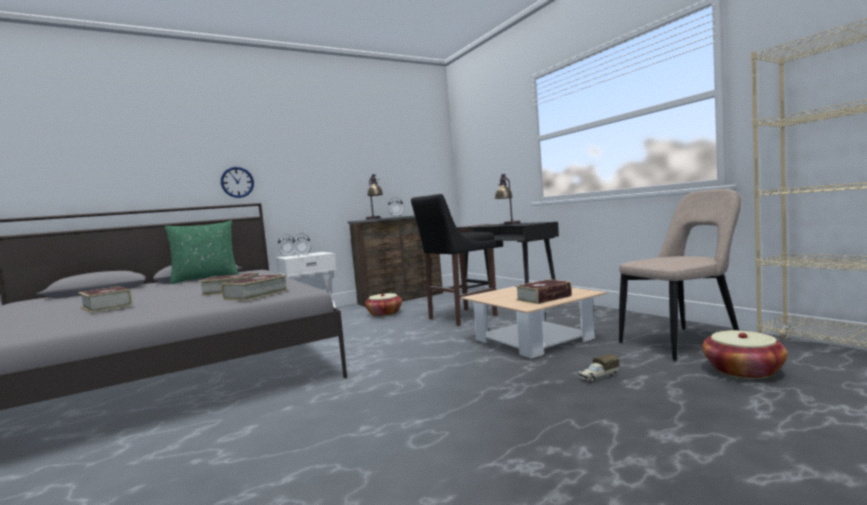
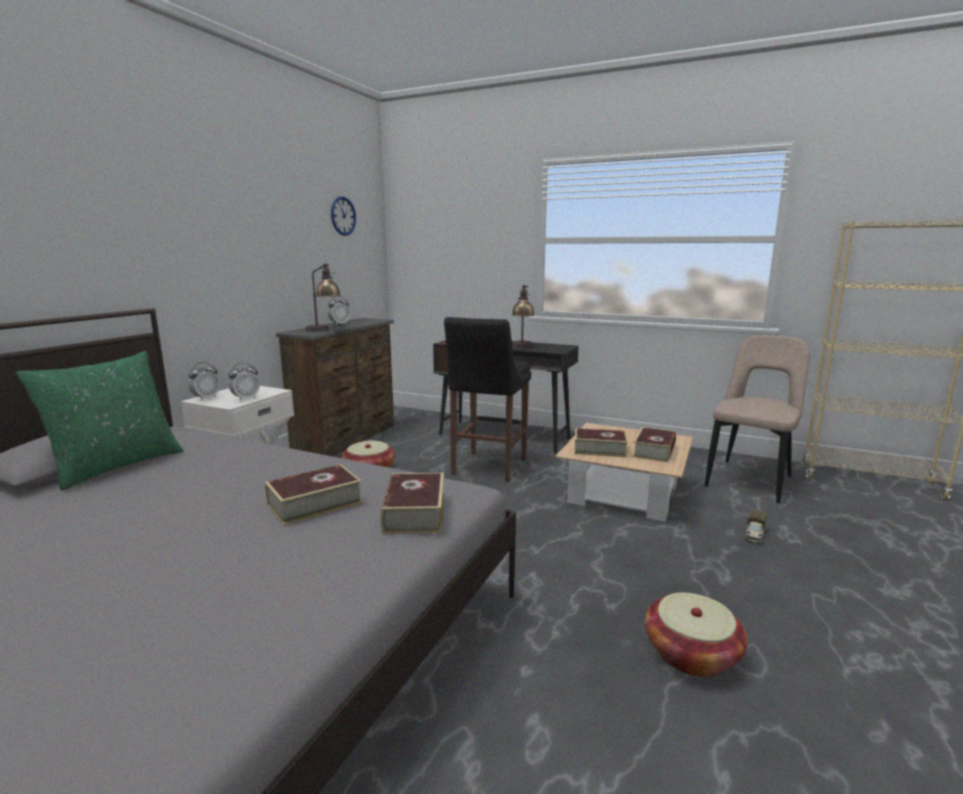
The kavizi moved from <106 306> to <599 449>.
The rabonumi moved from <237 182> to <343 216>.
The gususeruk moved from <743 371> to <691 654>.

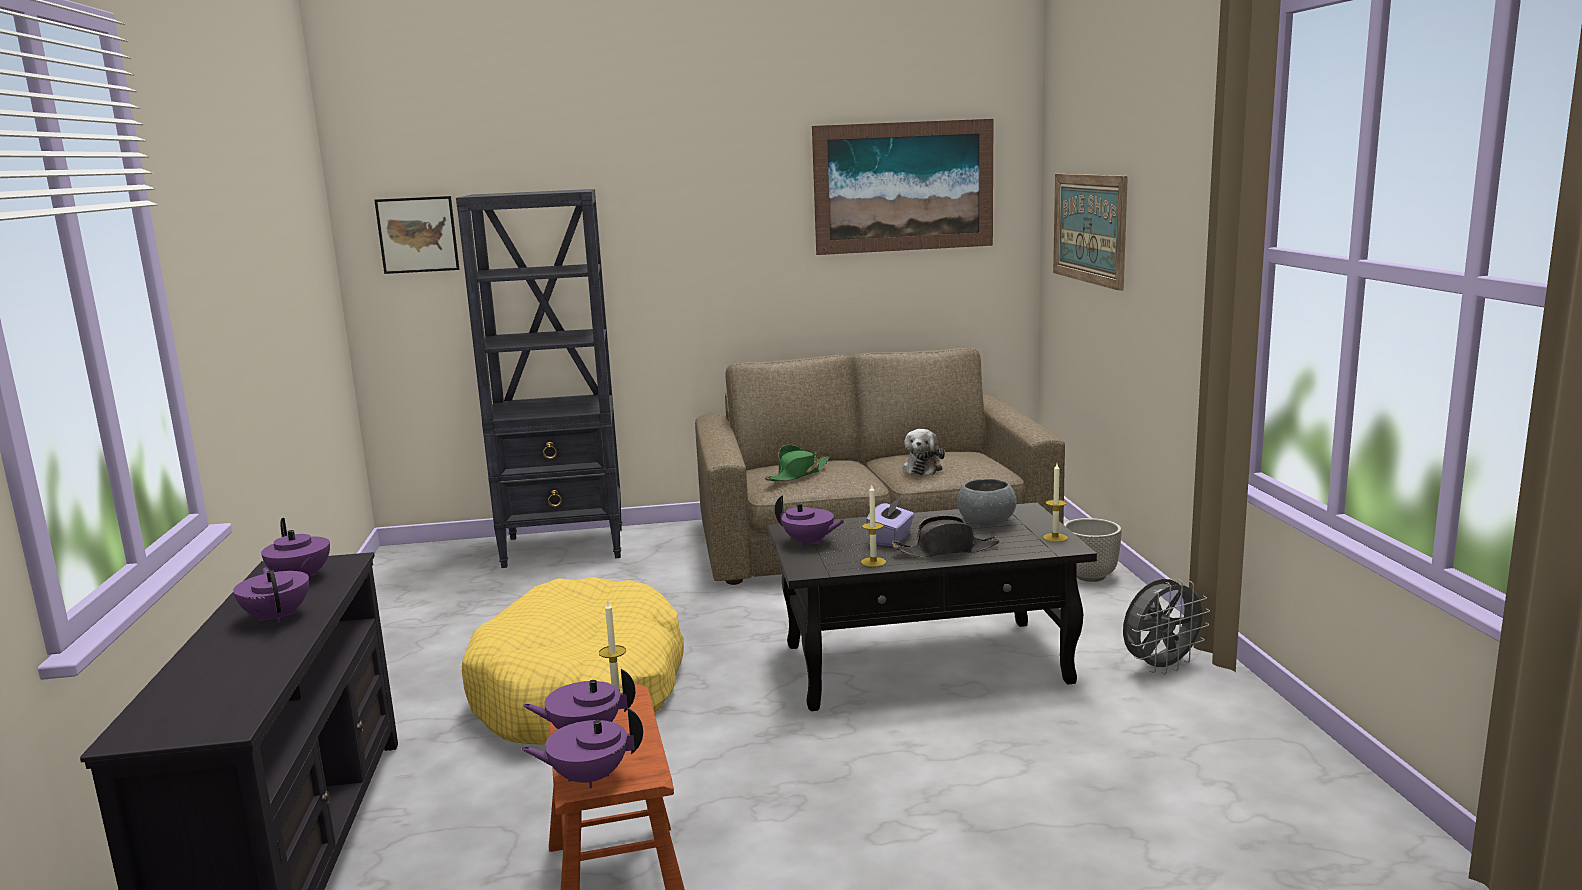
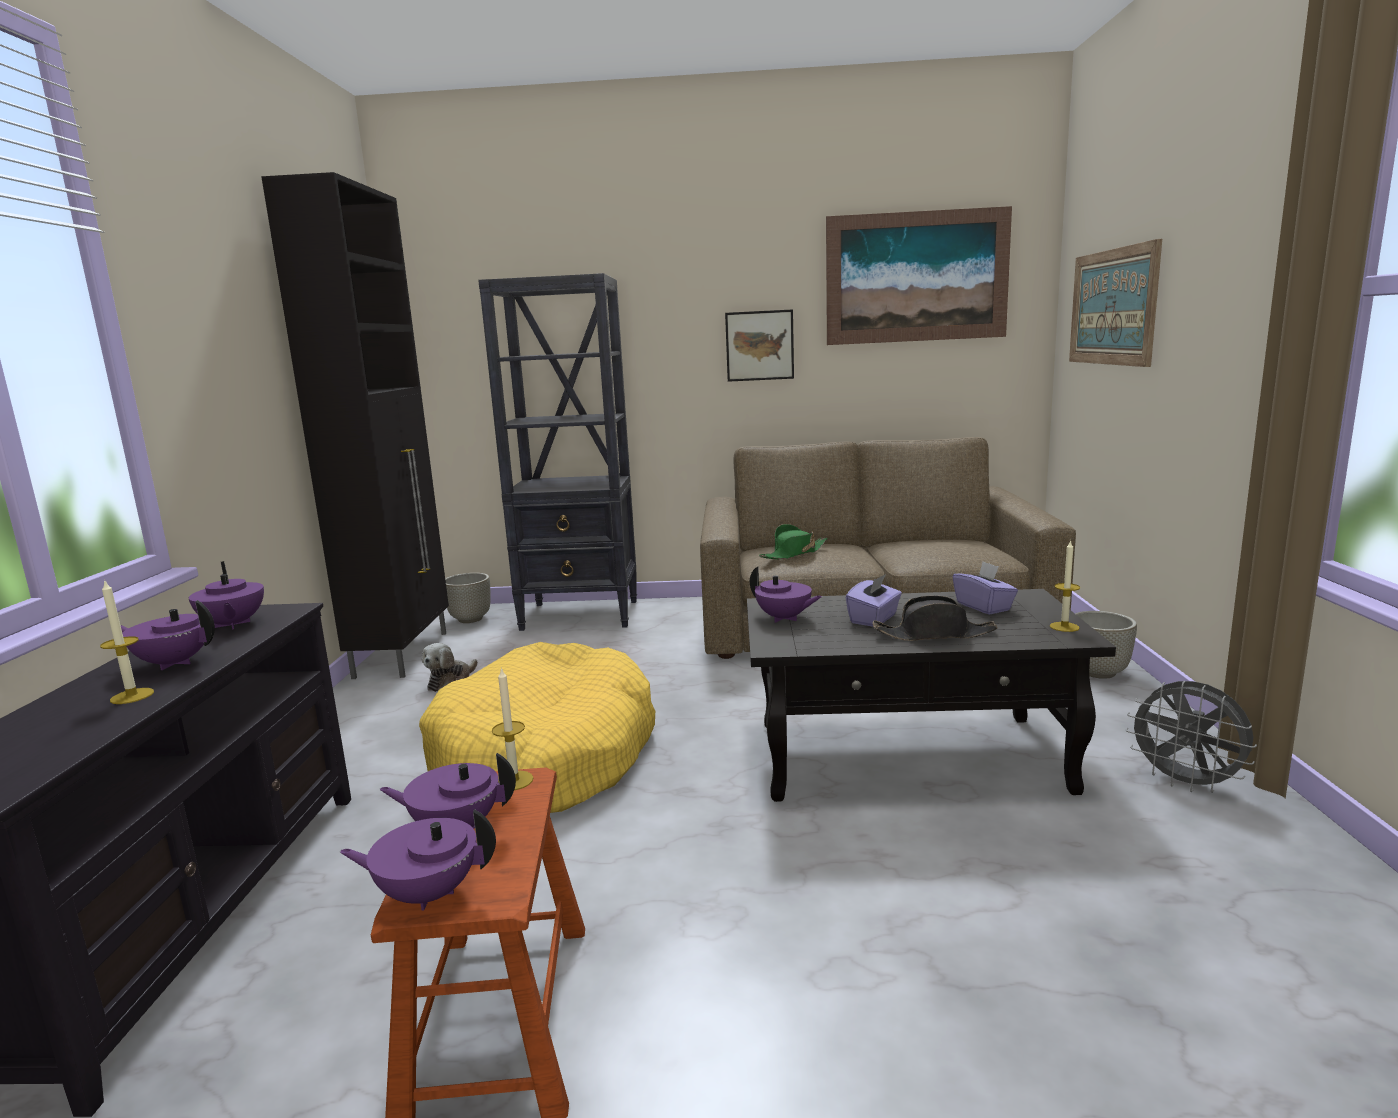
The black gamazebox at <403 654> appeared.
The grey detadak at <471 619> appeared.
The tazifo moved from <417 234> to <759 345>.
The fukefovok moved from <873 562> to <132 696>.
The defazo moved from <923 468> to <451 682>.
The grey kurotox at <986 522> was replaced by the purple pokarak at <984 607>.
The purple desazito at <277 616> turned 60 degrees counterclockwise.
The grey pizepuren at <1160 667> turned 60 degrees clockwise.

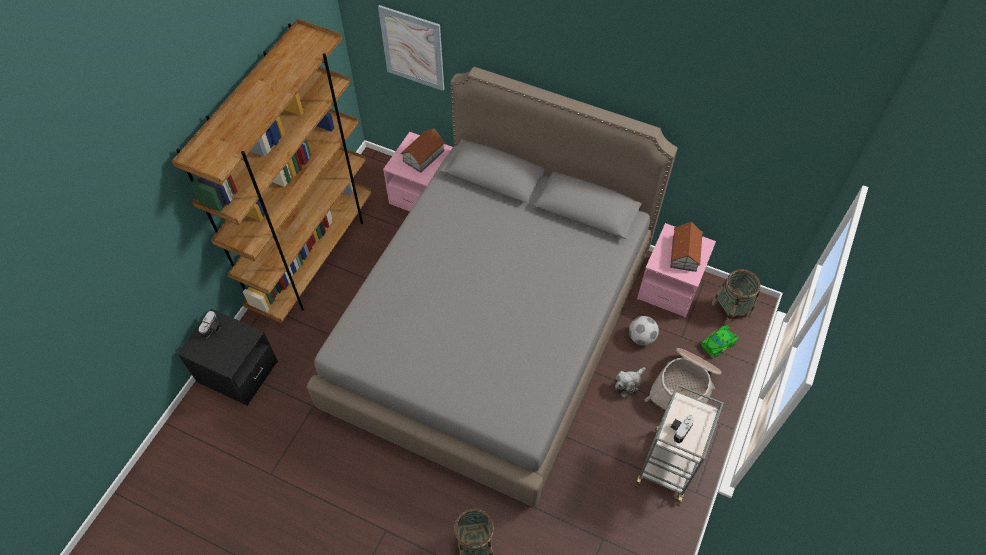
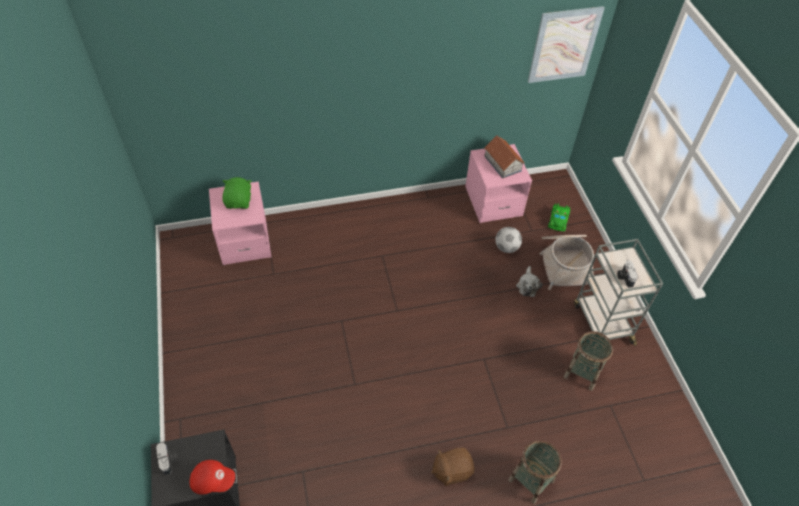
The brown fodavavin at <314 256> disappeared.
The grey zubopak at <493 329> disappeared.
The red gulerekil at <213 480> appeared.
The brown defazo at <452 470> appeared.
The tazifo moved from <412 48> to <564 45>.
The gususeruk moved from <731 309> to <582 372>.
The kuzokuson at <423 156> was replaced by the green defazo at <239 201>.

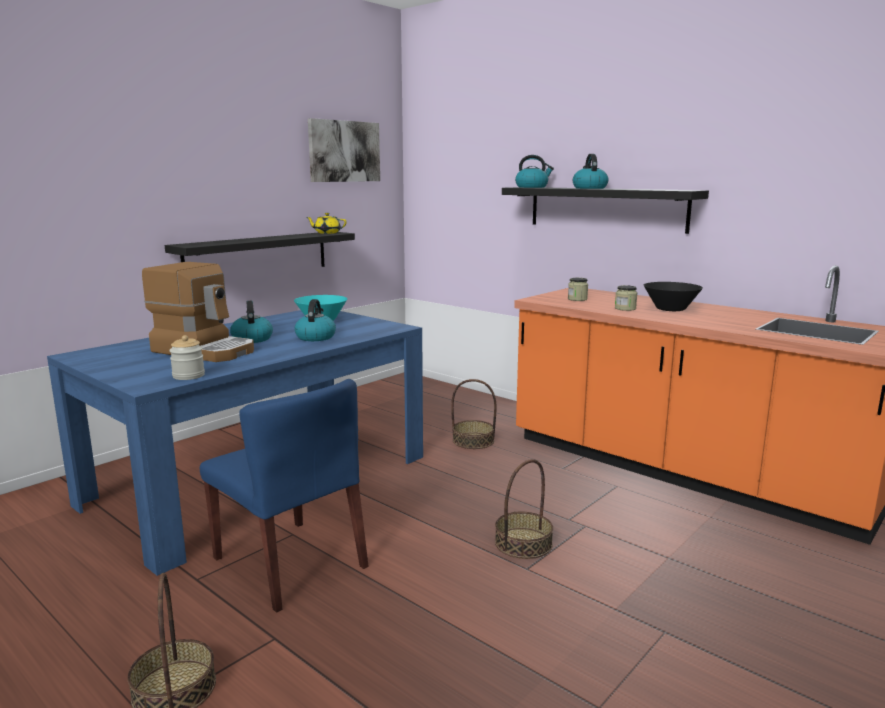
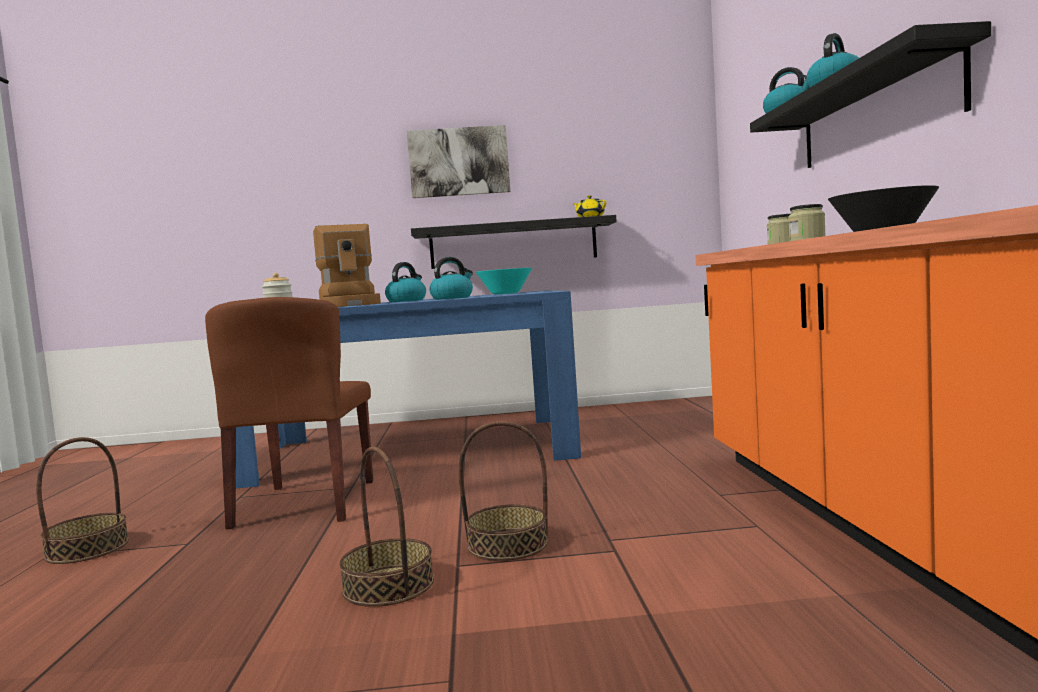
The tazifo moved from <344 151> to <459 162>.
The gususeruk moved from <473 441> to <389 585>.
The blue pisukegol at <290 563> became the brown pisukegol at <306 503>.

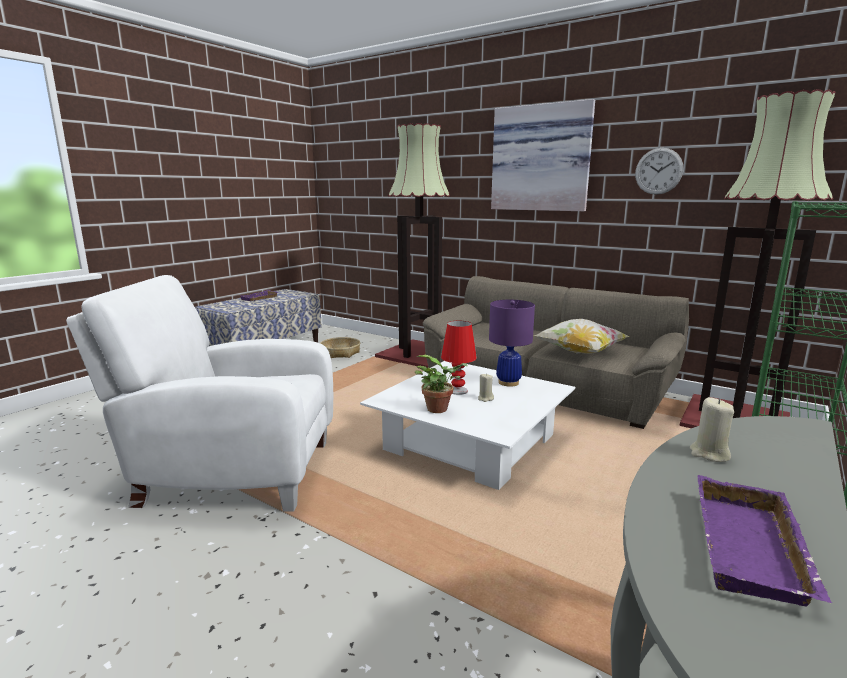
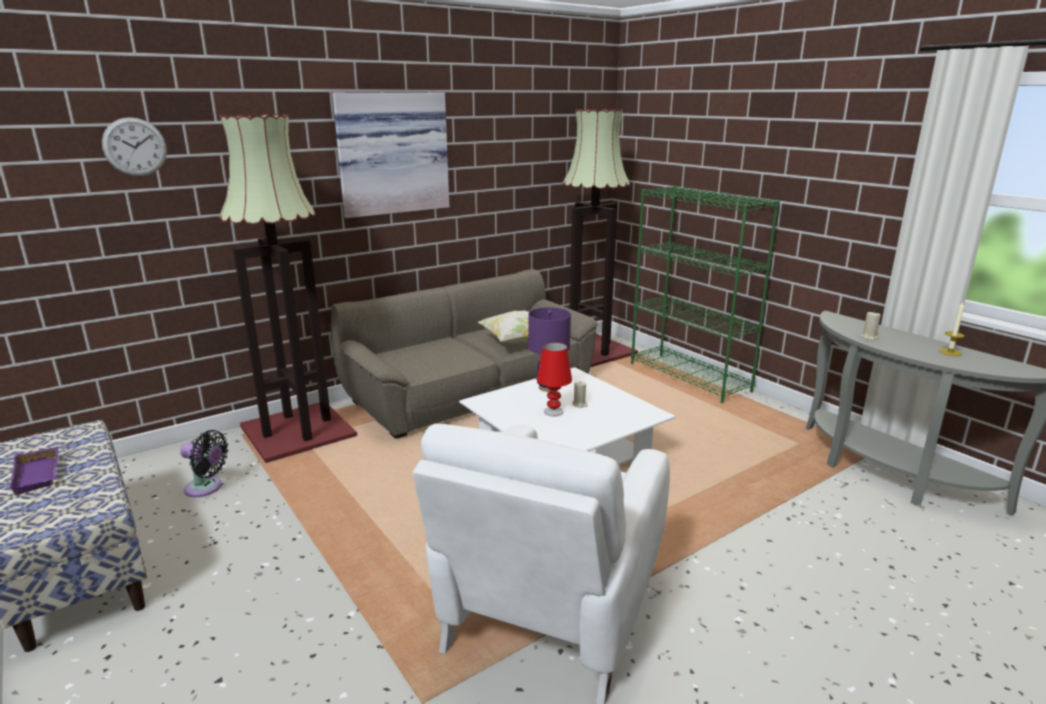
The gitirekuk at <440 409> disappeared.
The rabonumi moved from <658 171> to <135 147>.
The gususeruk at <340 353> was replaced by the black pizepuren at <206 488>.
The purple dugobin at <755 550> was replaced by the fukefovok at <950 352>.

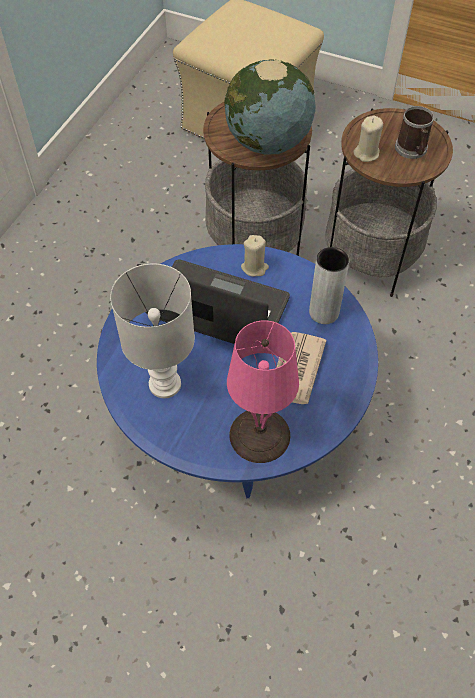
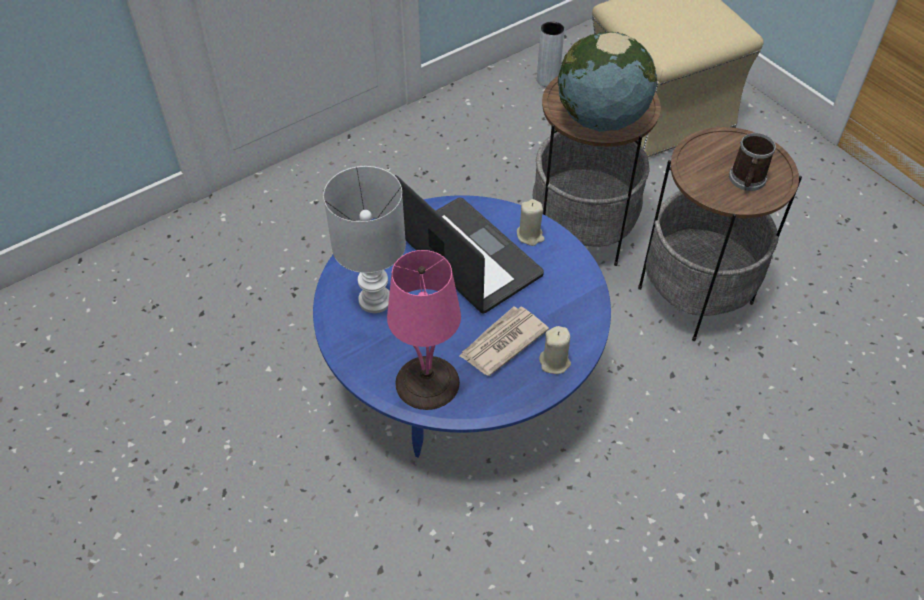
The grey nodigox moved from <324 312> to <548 80>.
The beige fukefovok moved from <366 153> to <555 362>.

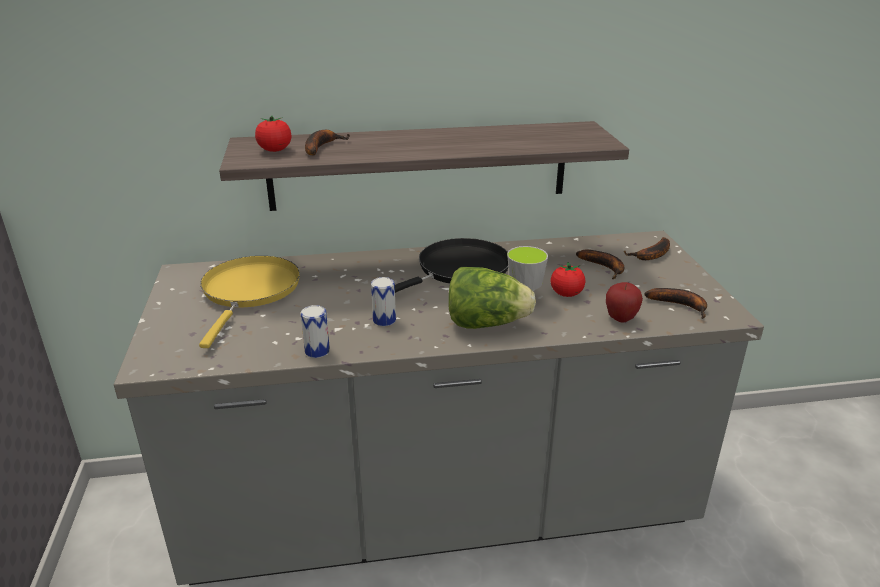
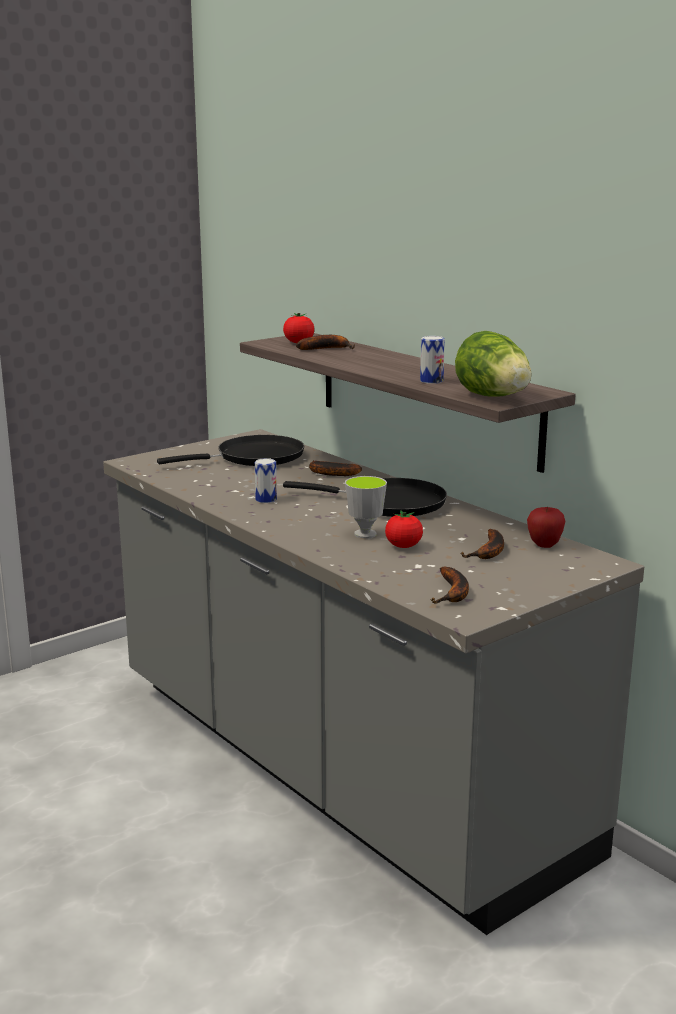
The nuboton moved from <317 351> to <431 381>.
The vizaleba moved from <486 323> to <494 397>.
The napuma moved from <620 319> to <544 545>.
The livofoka moved from <652 255> to <329 473>.
The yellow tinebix at <249 292> became the black tinebix at <254 457>.

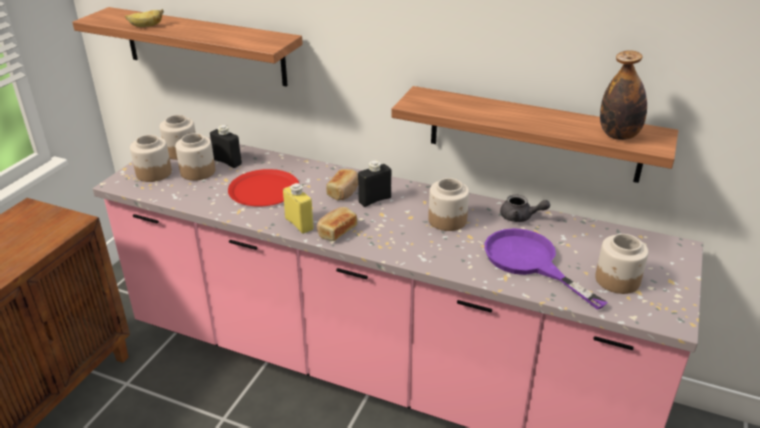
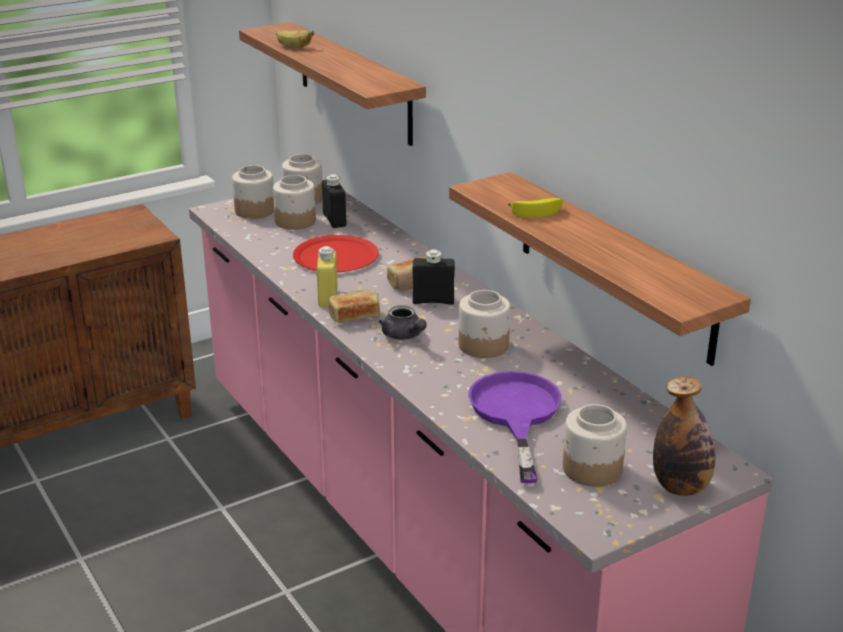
The livofoka at <538 211> appeared.
The grey desazito moved from <520 217> to <404 336>.
The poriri moved from <618 135> to <680 487>.

